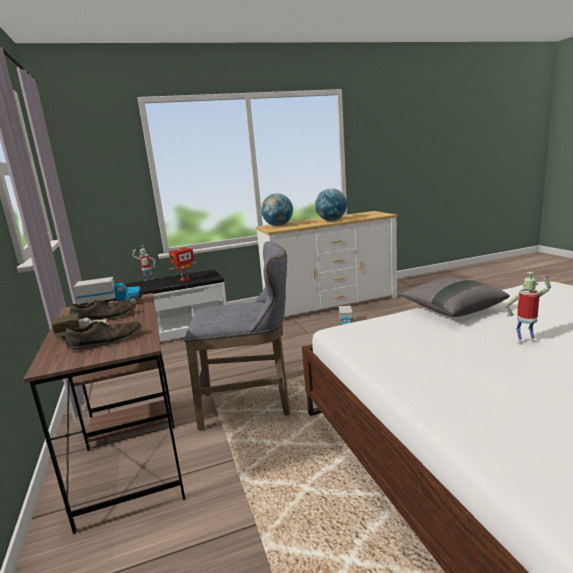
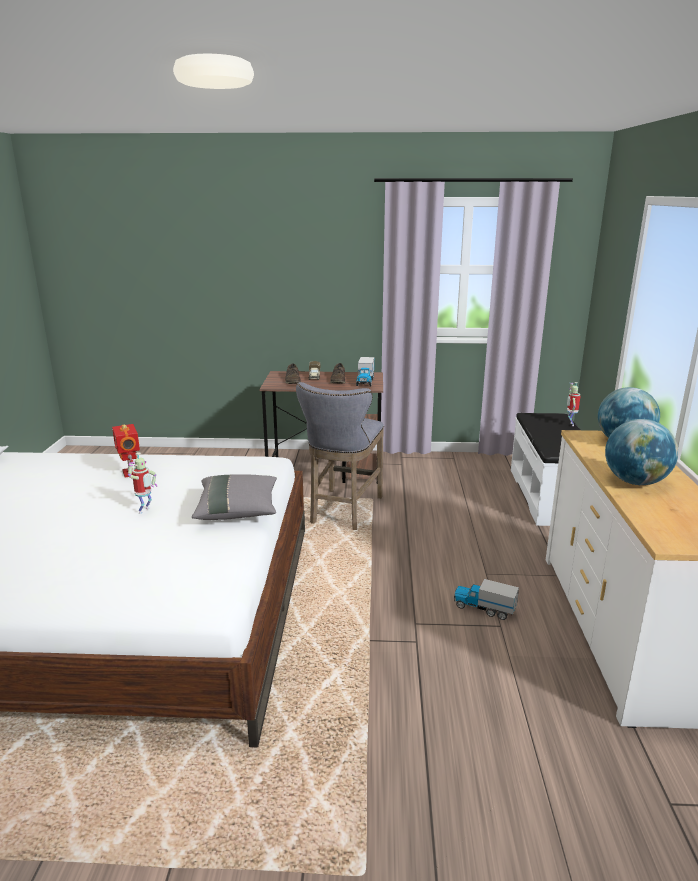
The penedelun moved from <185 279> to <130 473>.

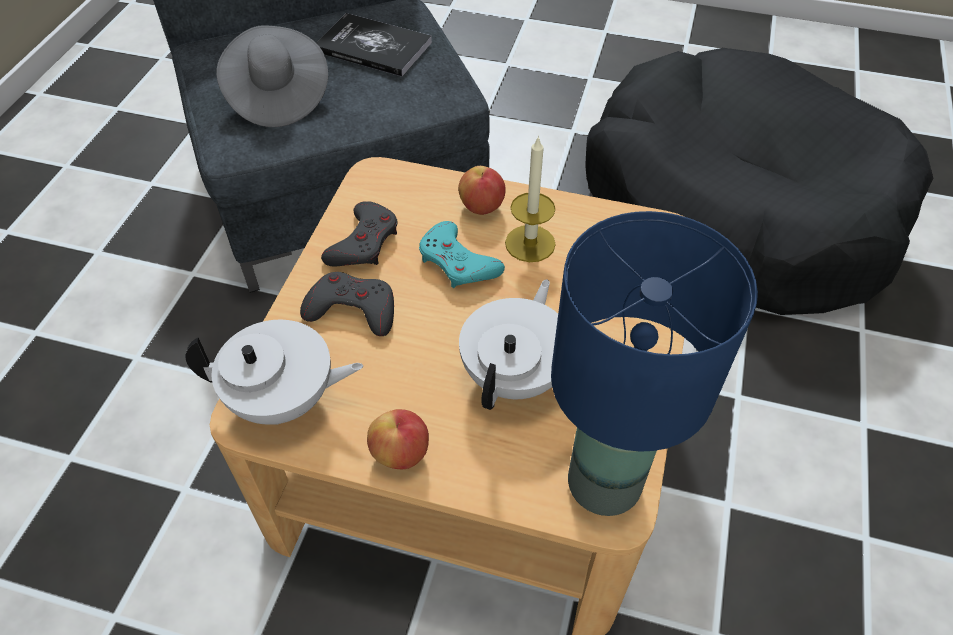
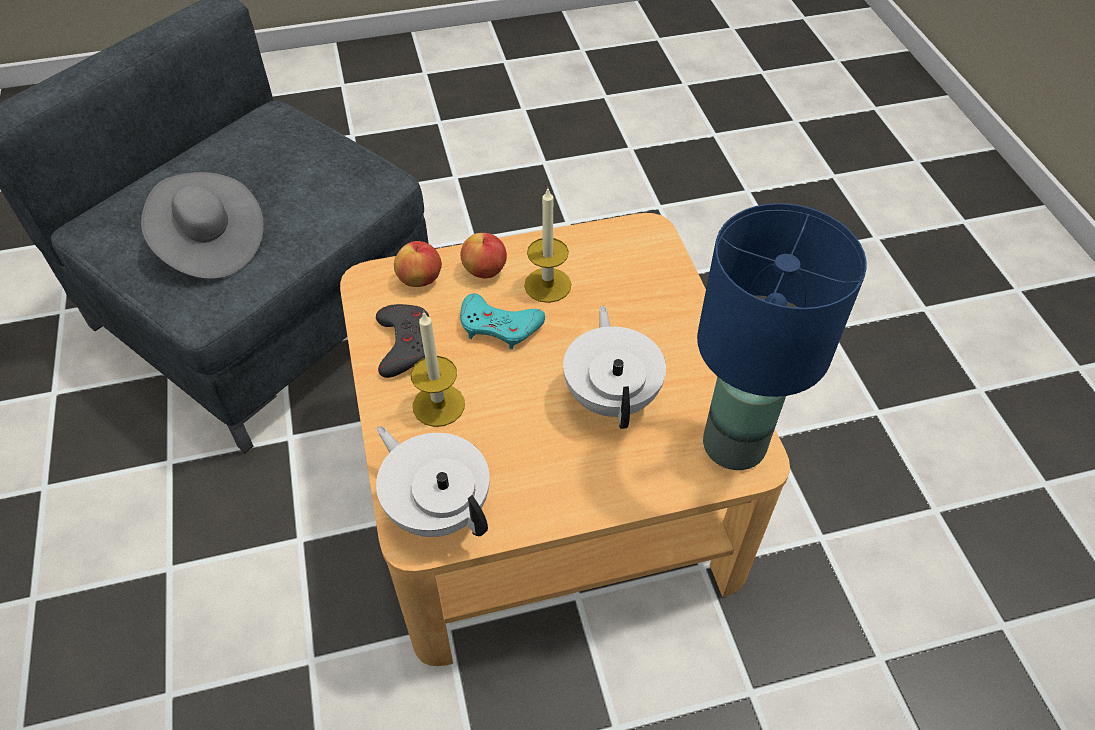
The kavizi at <373 47> disappeared.
The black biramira at <736 207> disappeared.
The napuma moved from <400 453> to <420 279>.
The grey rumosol at <352 309> was replaced by the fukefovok at <438 405>.
The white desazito at <284 400> turned 105 degrees counterclockwise.

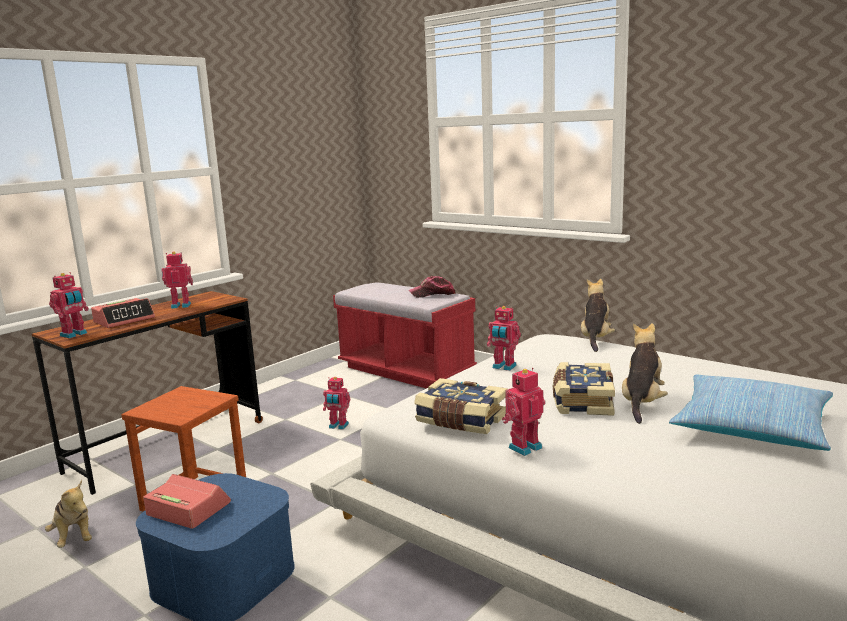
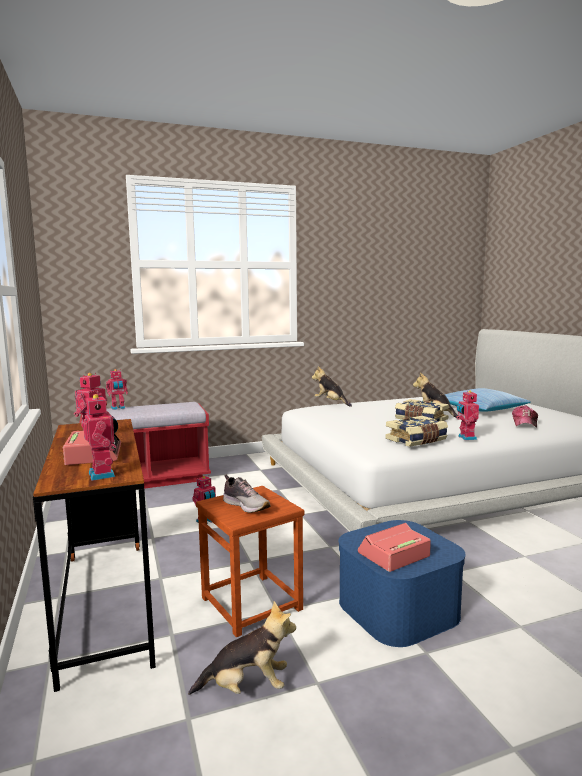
The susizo at <246 506> appeared.
The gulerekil moved from <432 294> to <525 423>.
The penedelun moved from <503 367> to <118 408>.

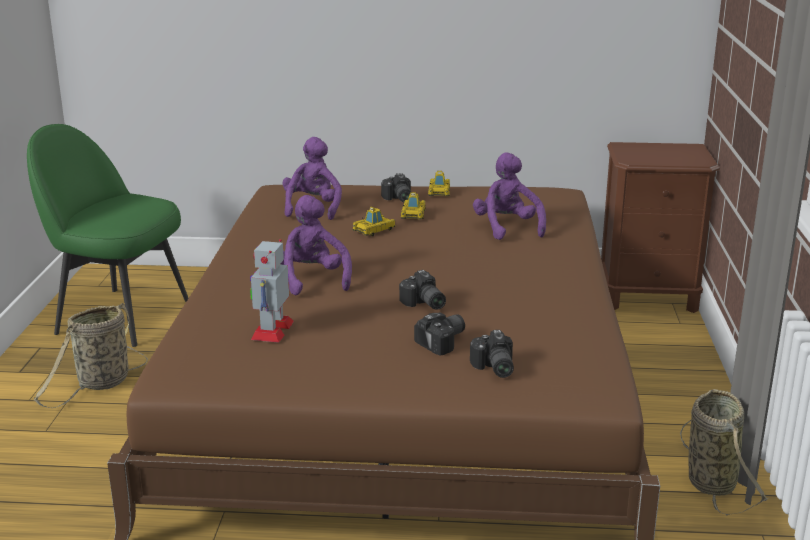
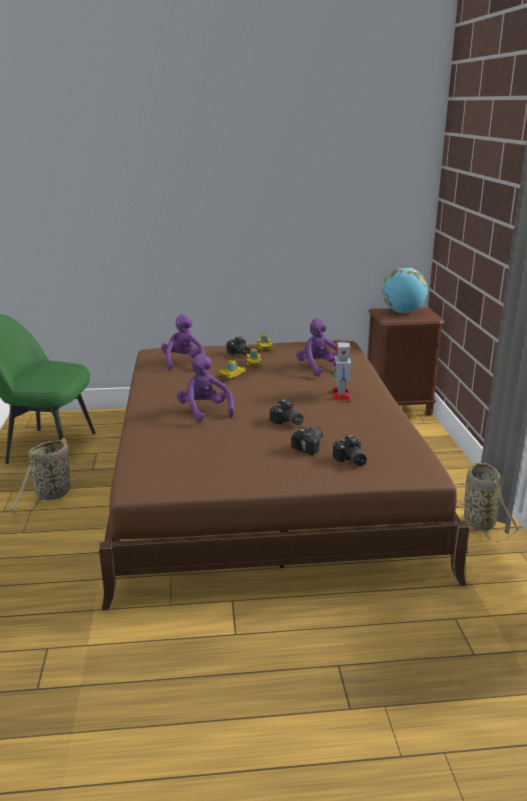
The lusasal at <403 312> appeared.
The penedelun moved from <272 330> to <340 394>.

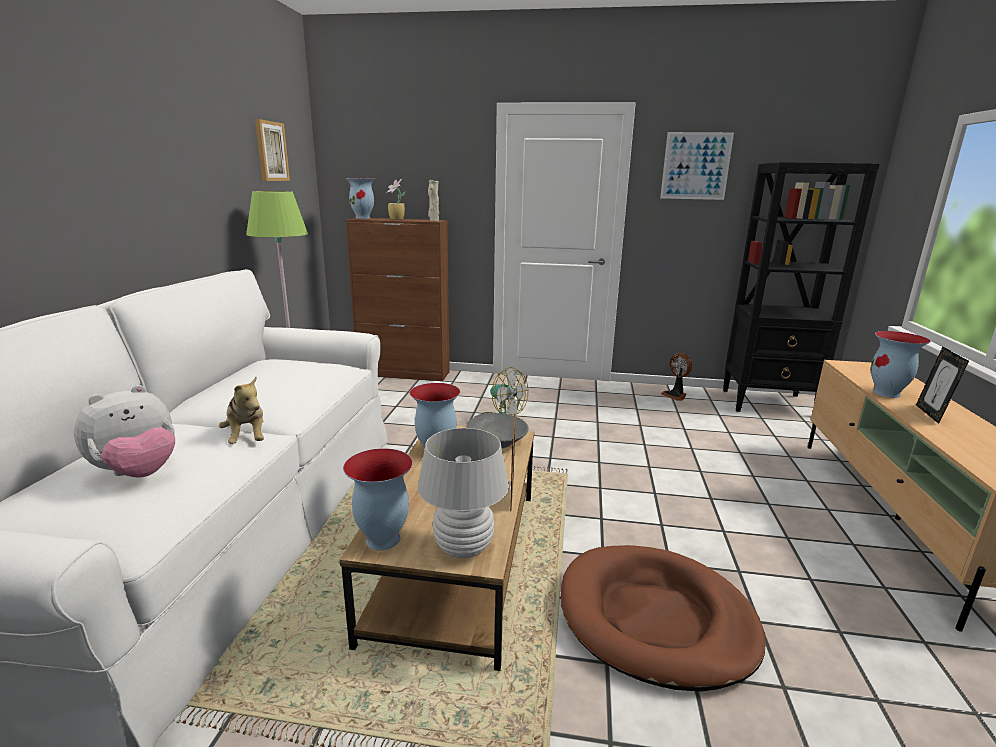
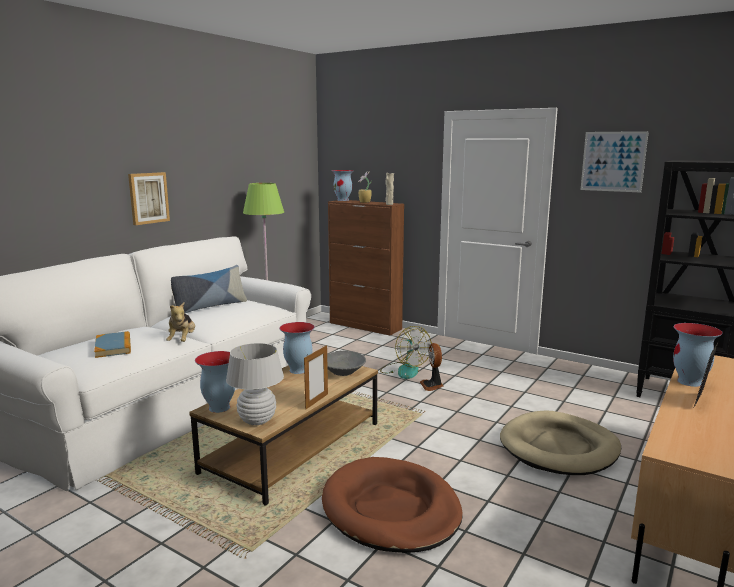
The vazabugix at <210 307> appeared.
The beige biramira at <559 448> appeared.
The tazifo moved from <271 151> to <148 198>.
The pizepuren moved from <675 395> to <432 385>.
The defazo at <138 473> was replaced by the kavizi at <113 347>.

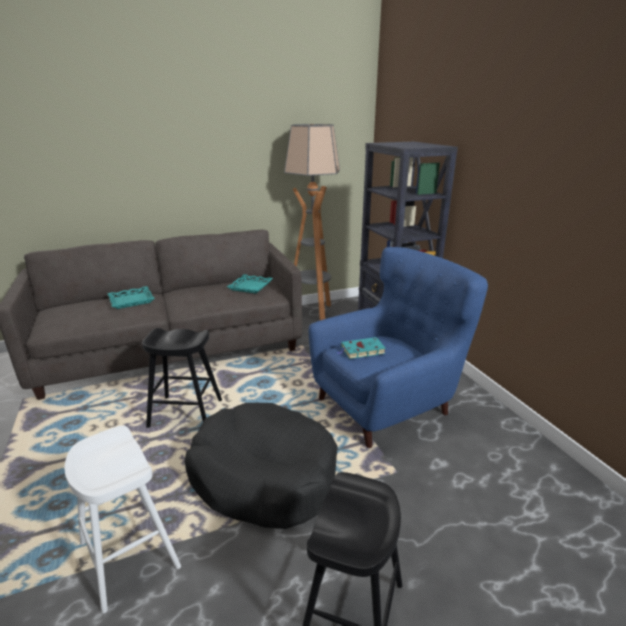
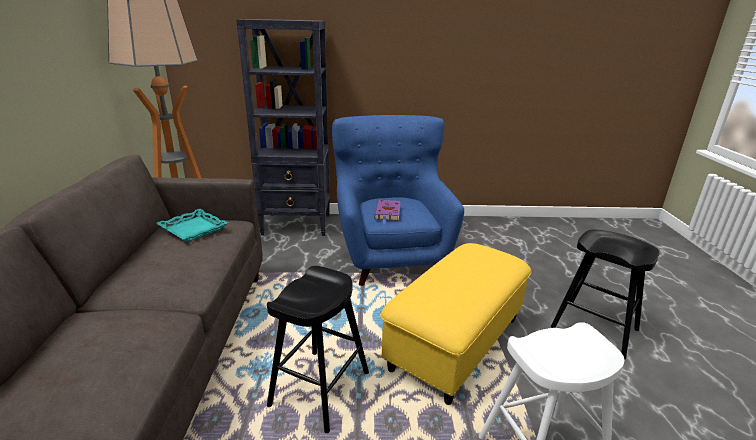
The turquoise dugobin at <131 300> disappeared.
The black biramira at <263 475> was replaced by the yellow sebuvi at <455 342>.
The turquoise kavizi at <361 350> became the purple kavizi at <388 213>.

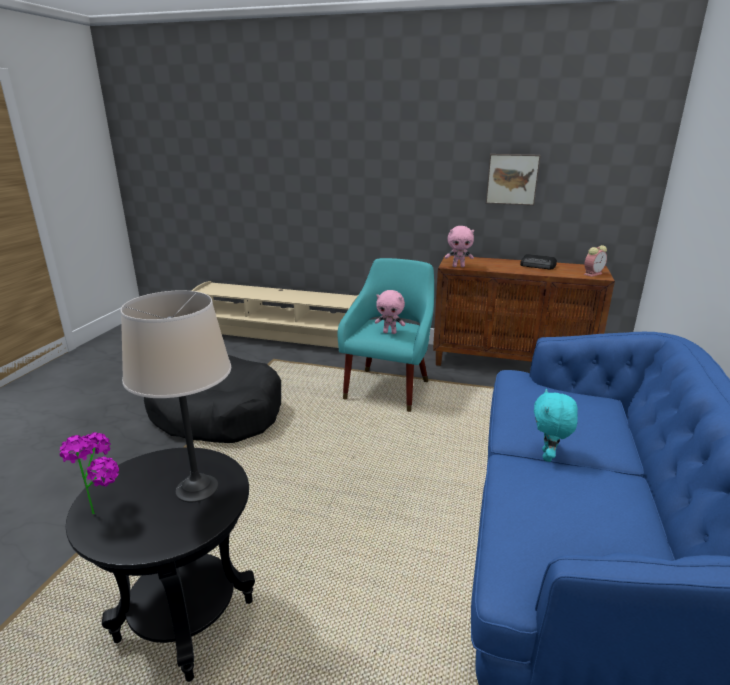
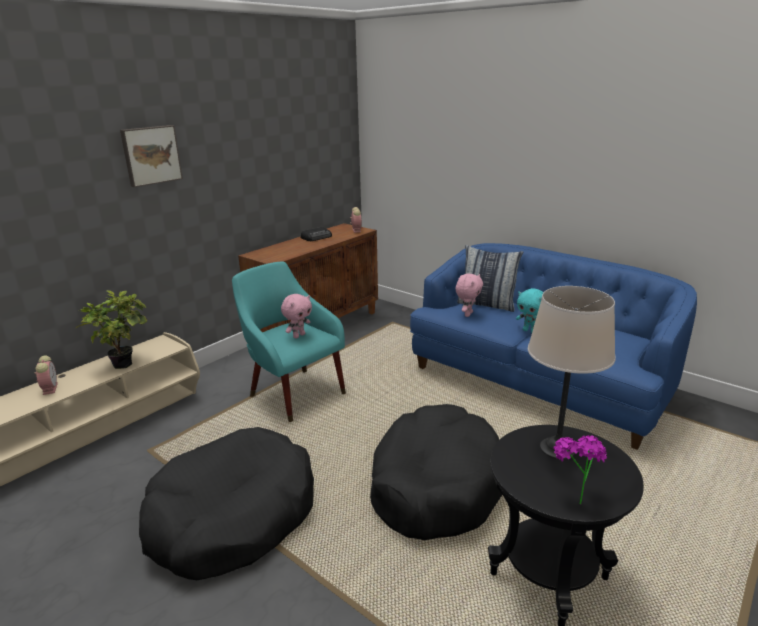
The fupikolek at <50 388> appeared.
The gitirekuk at <124 363> appeared.
The black biramira at <435 484> appeared.
The vazabugix at <487 304> appeared.
The pink defazo moved from <458 266> to <467 314>.
The tazifo moved from <512 179> to <151 155>.

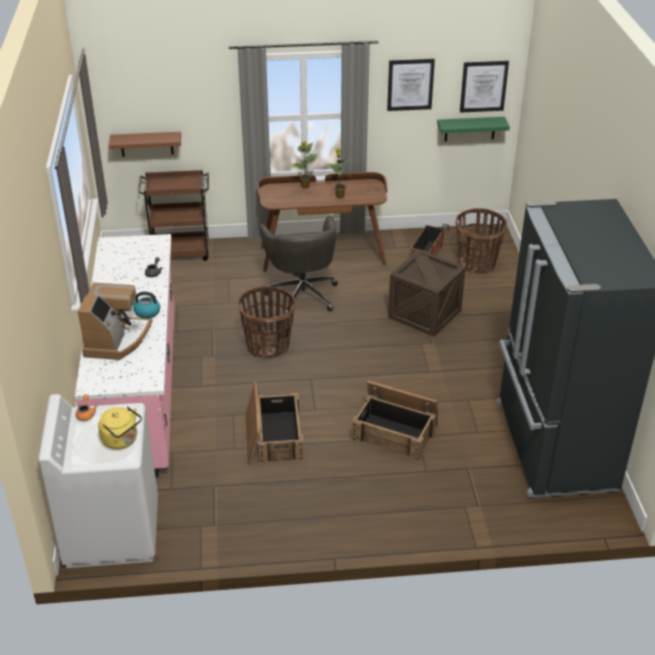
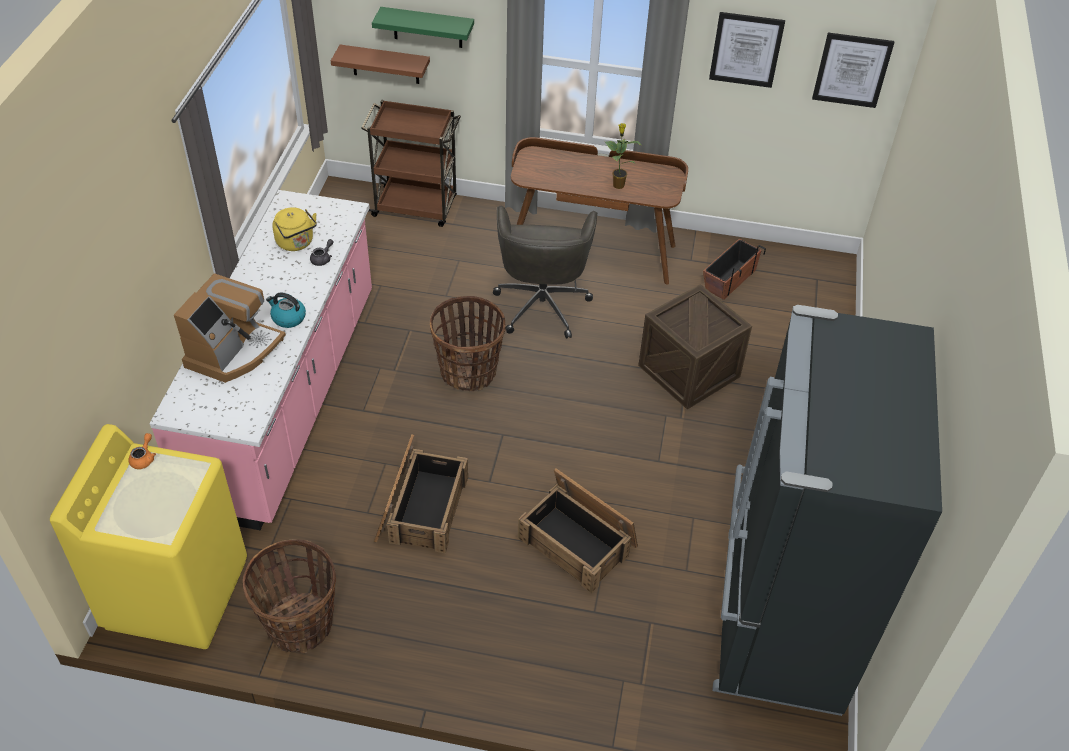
The gitirekuk at <305 187> disappeared.
The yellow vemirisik moved from <122 440> to <296 243>.
The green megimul moved from <470 129> to <427 27>.
The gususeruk moved from <477 263> to <300 624>.
The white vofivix at <112 531> became the yellow vofivix at <177 592>.

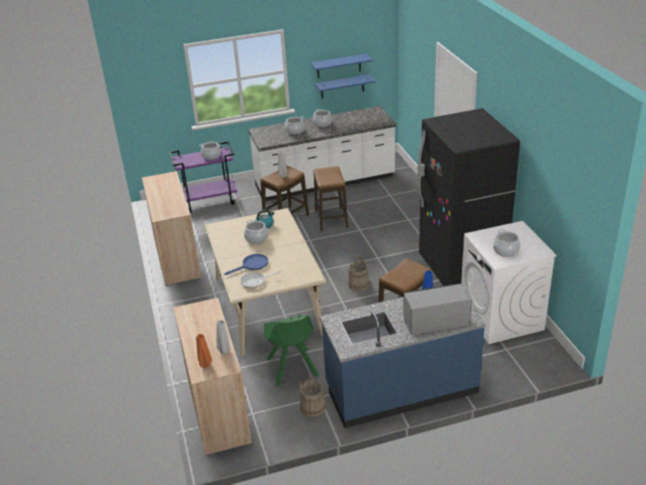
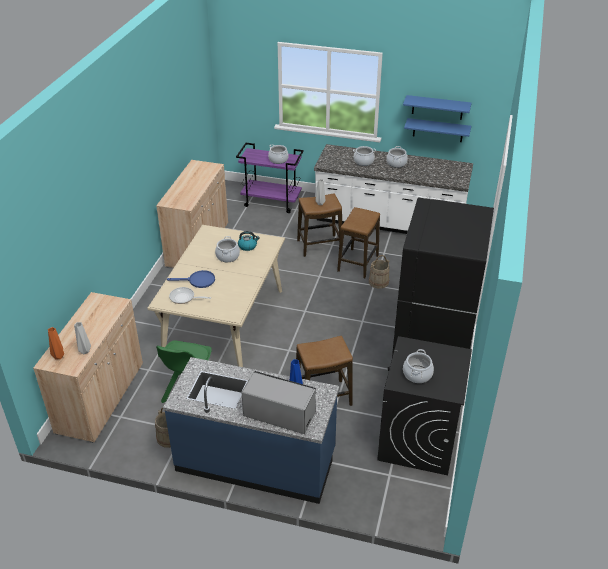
The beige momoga moved from <358 284> to <378 282>.
The white vofivix at <501 317> became the black vofivix at <418 440>.

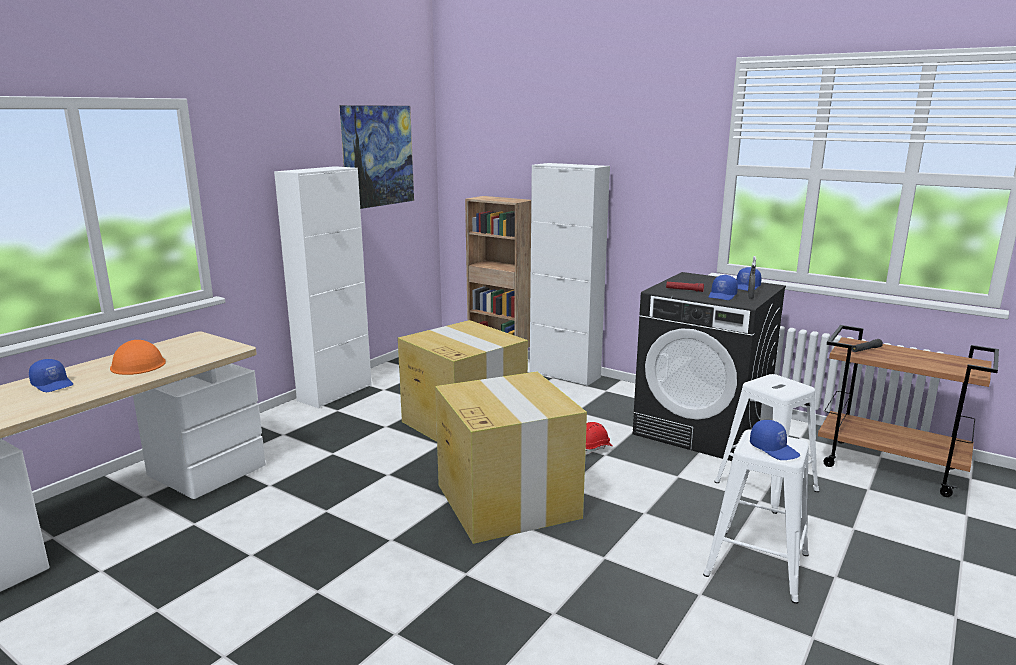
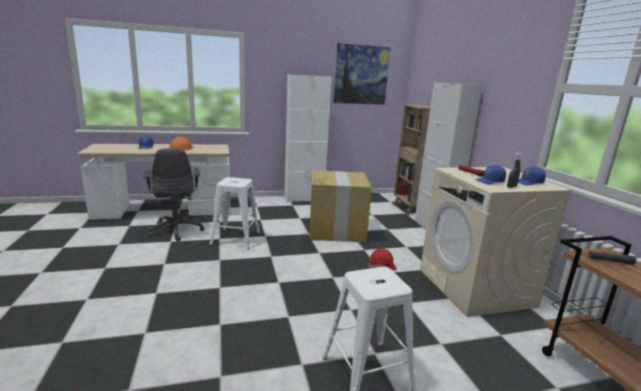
The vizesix at <507 500> disappeared.
The blue gulerekil at <774 449> disappeared.
The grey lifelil at <176 230> appeared.
The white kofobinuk moved from <765 485> to <236 238>.
The black vofivix at <702 429> became the beige vofivix at <475 288>.

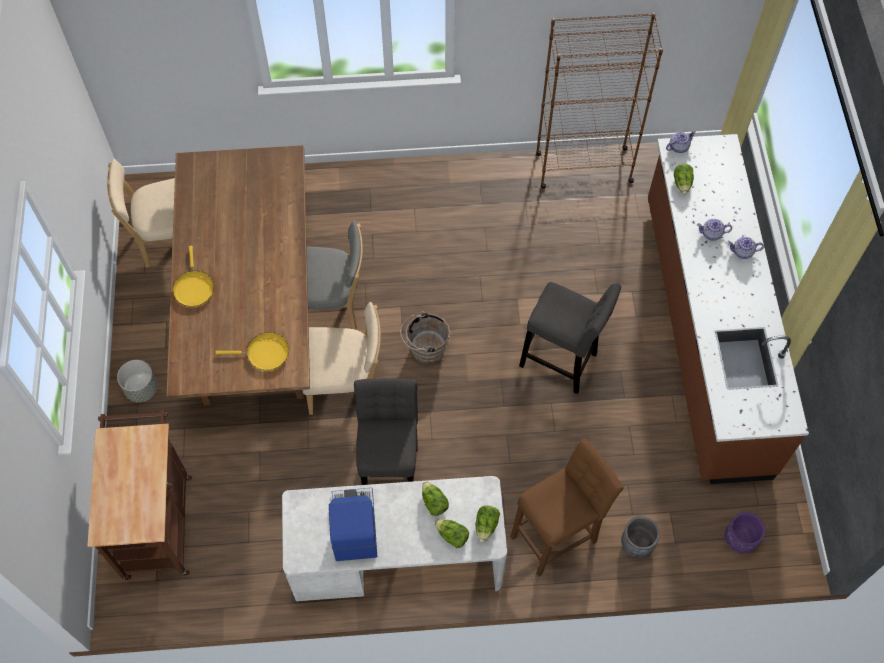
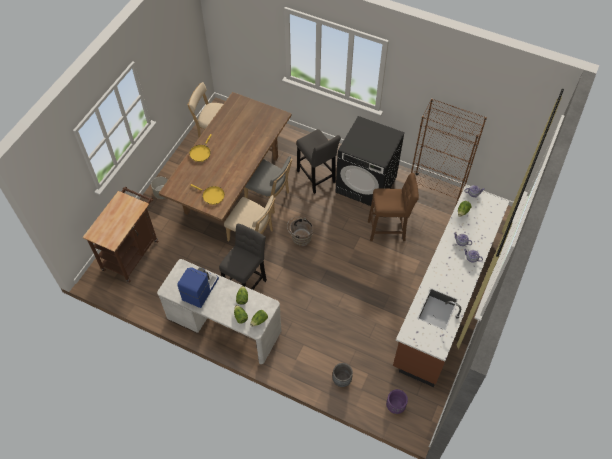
The black vofivix at <366 184> appeared.
The brown kofobinuk moved from <557 535> to <389 230>.
The grey kofobinuk moved from <562 363> to <316 178>.

